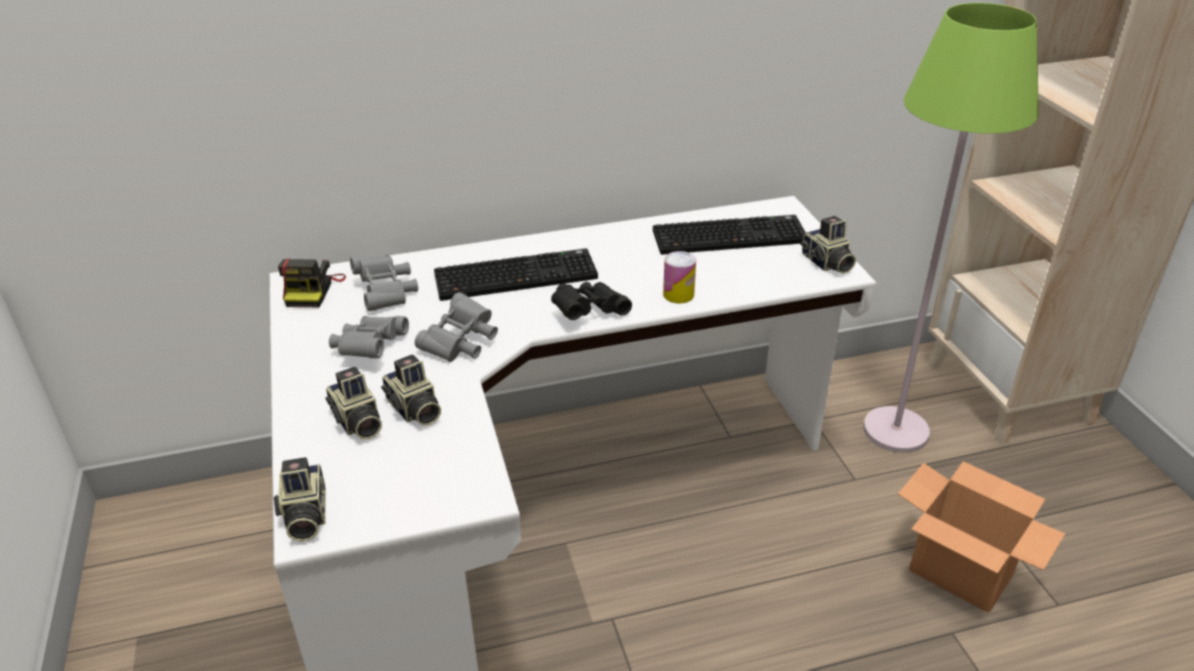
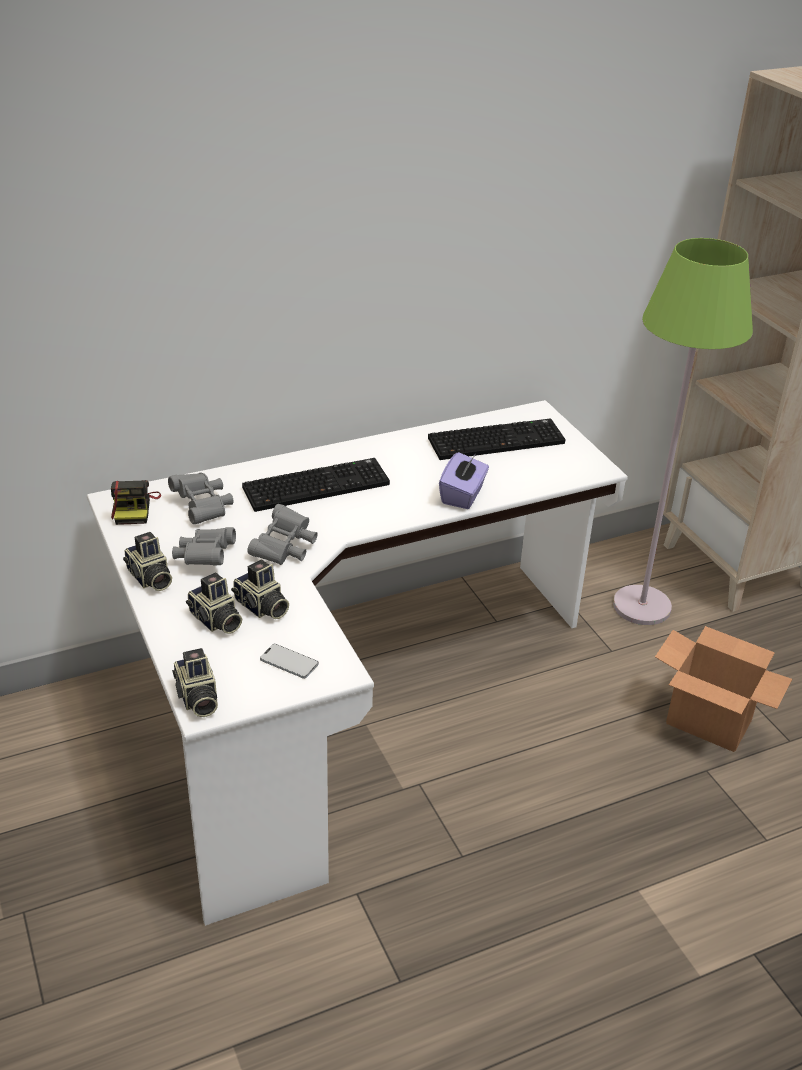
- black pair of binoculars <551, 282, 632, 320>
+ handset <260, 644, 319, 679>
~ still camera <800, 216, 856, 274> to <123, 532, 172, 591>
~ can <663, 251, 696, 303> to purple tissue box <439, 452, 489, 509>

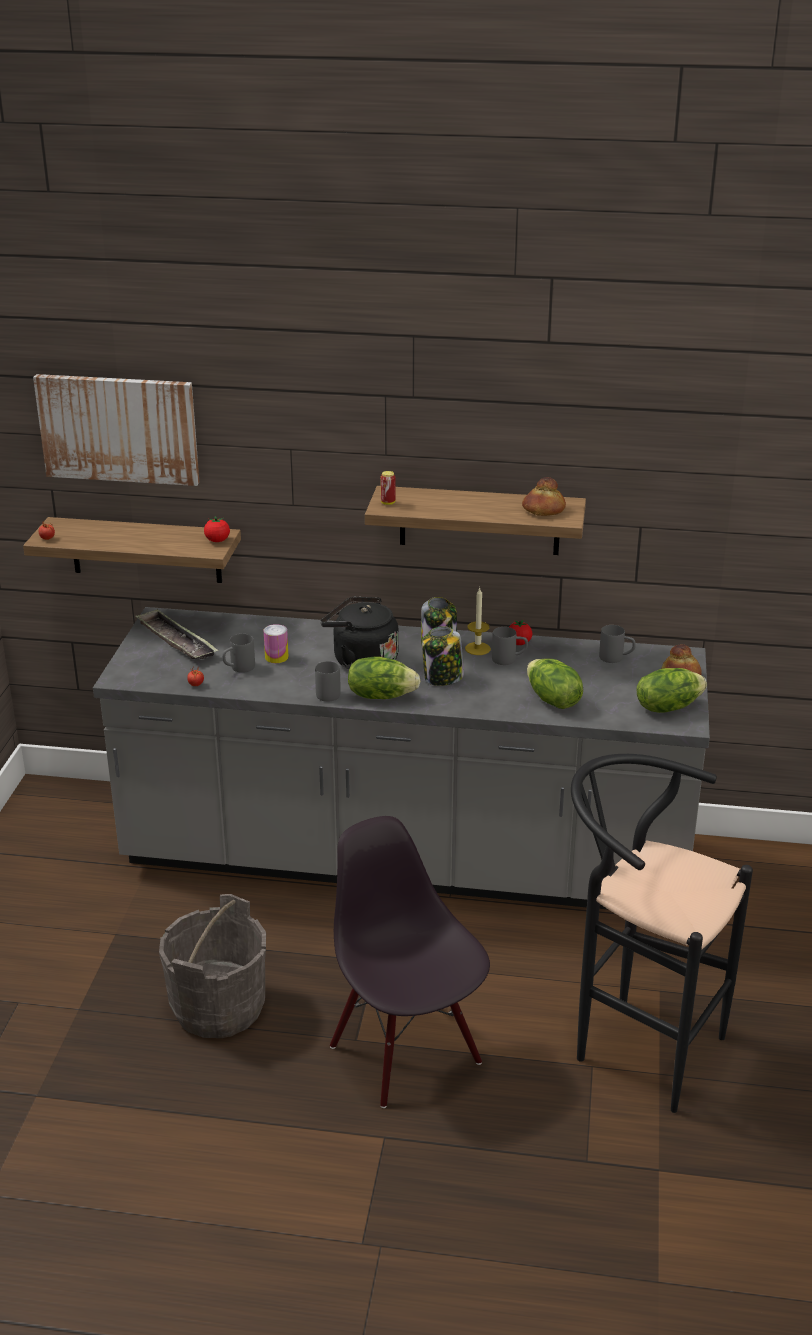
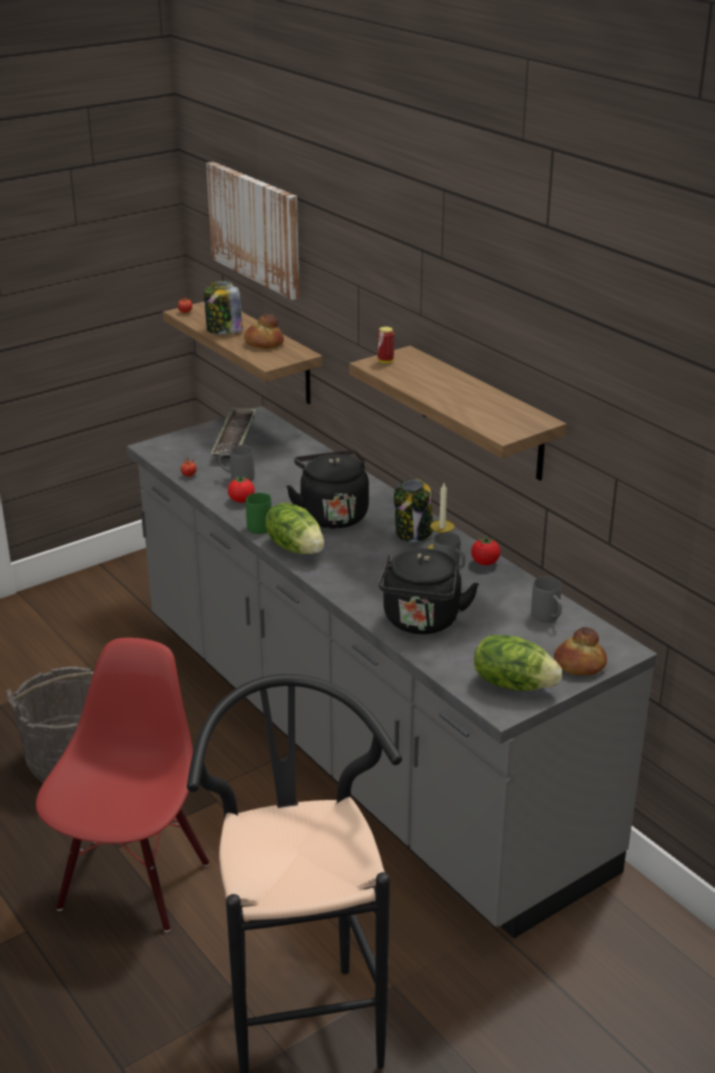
- can <264, 624, 289, 663>
~ whole tomato <204, 516, 230, 542> to <228, 476, 255, 503>
~ storage jar <422, 626, 464, 686> to <204, 281, 243, 334>
~ baked bread <522, 477, 566, 516> to <244, 314, 284, 349>
~ head of lettuce <527, 659, 583, 709> to black tea kettle <378, 548, 479, 634>
~ gray coffee mug <315, 661, 341, 702> to greenish coffee mug <246, 493, 272, 534>
~ black plain chair <330, 816, 490, 1108> to red plain chair <36, 638, 209, 932>

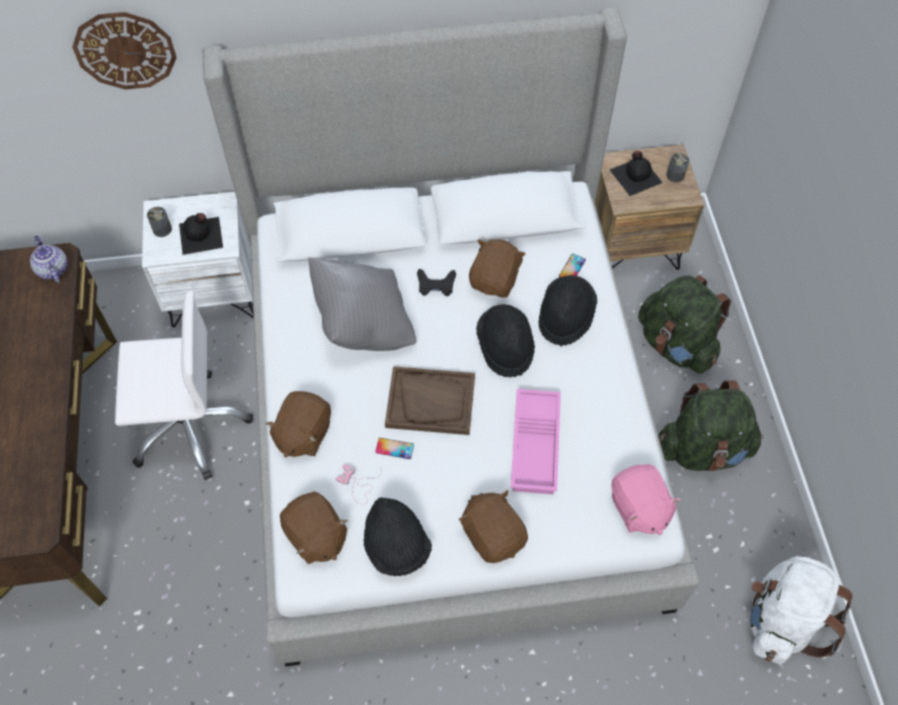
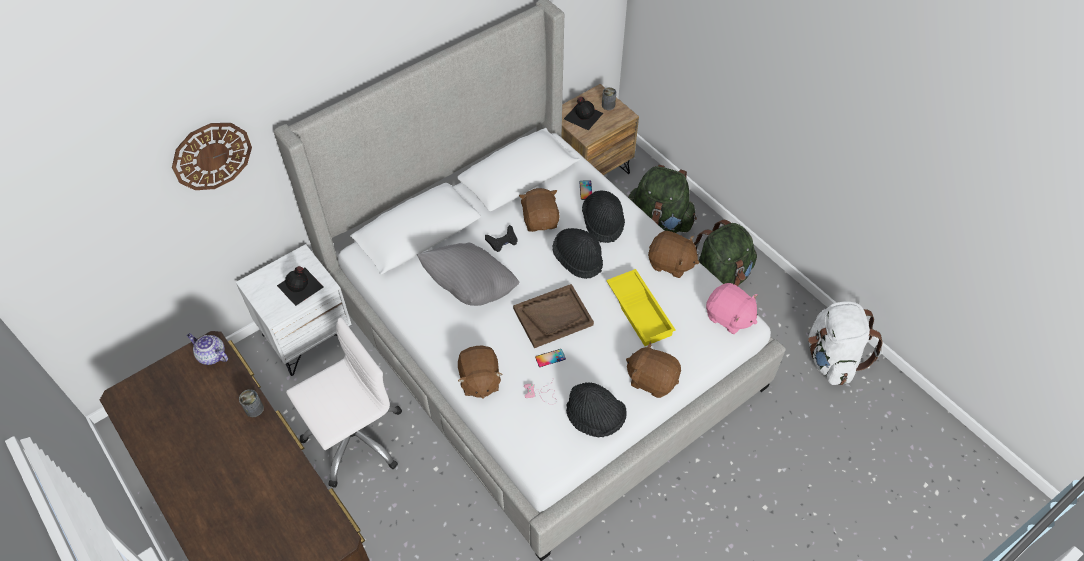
~ can <147, 207, 172, 237> to <239, 389, 264, 417>
~ brownish soft toy <280, 492, 348, 564> to <648, 231, 699, 278>
~ pink carrying tray <511, 389, 561, 494> to yellowish carrying tray <606, 269, 676, 346>

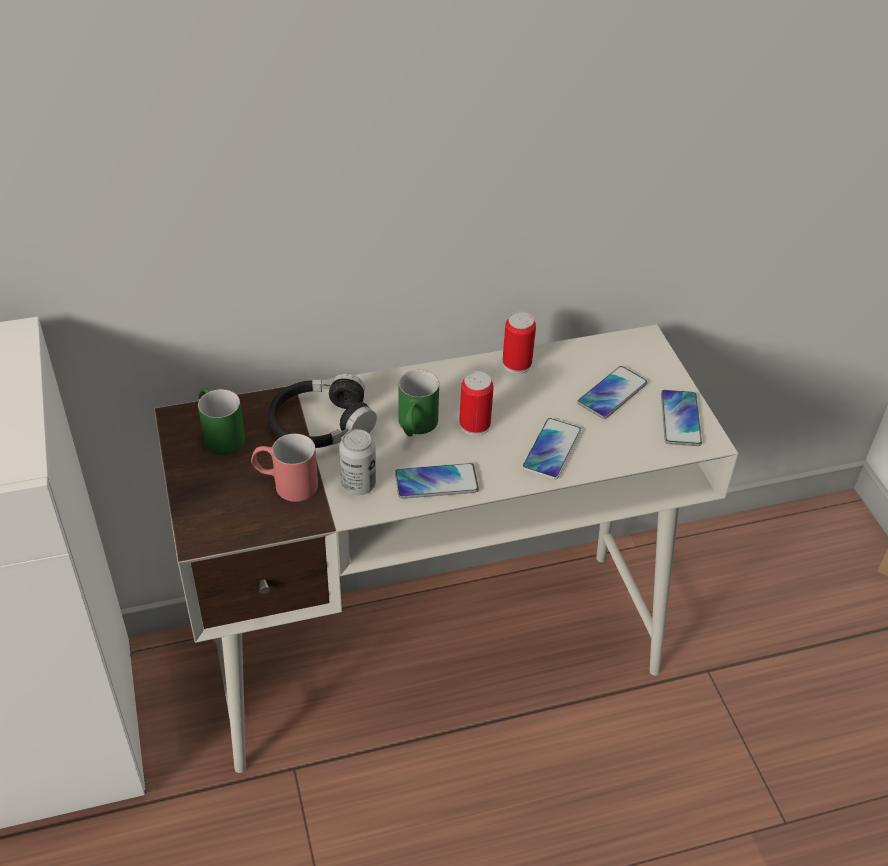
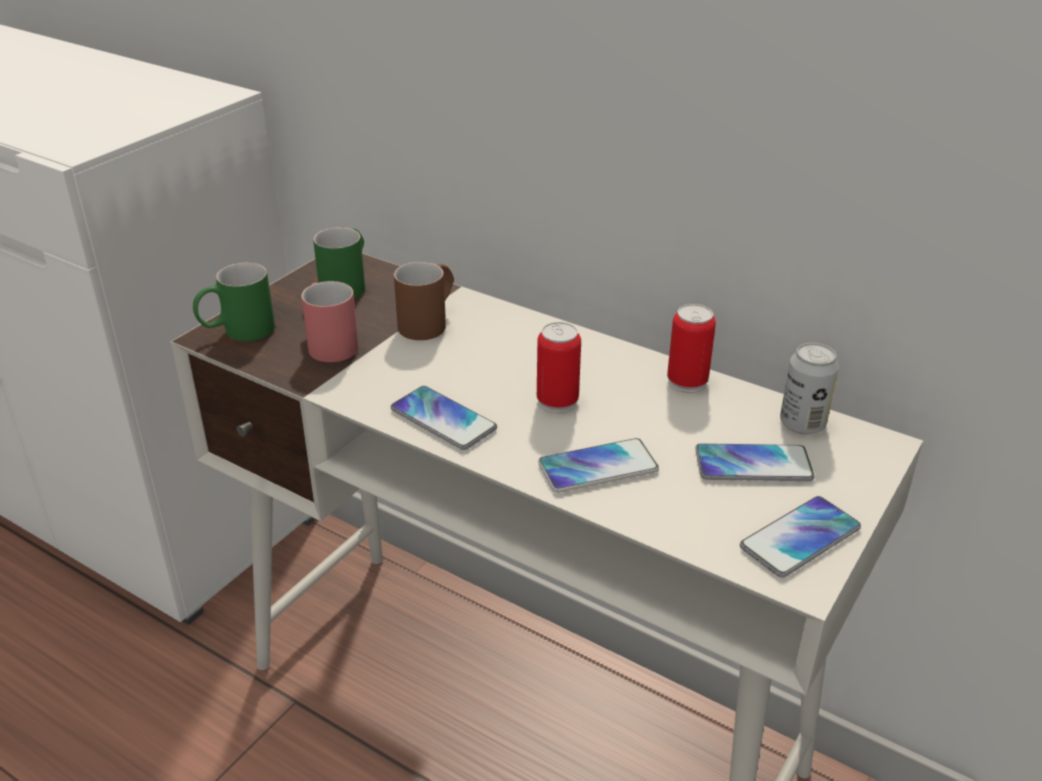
~ can <339, 429, 376, 495> to <780, 343, 839, 434>
~ greenish coffee mug <399, 370, 439, 437> to <193, 263, 275, 341>
~ black pair of headphones <268, 374, 377, 448> to brownish coffee mug <394, 262, 454, 340>

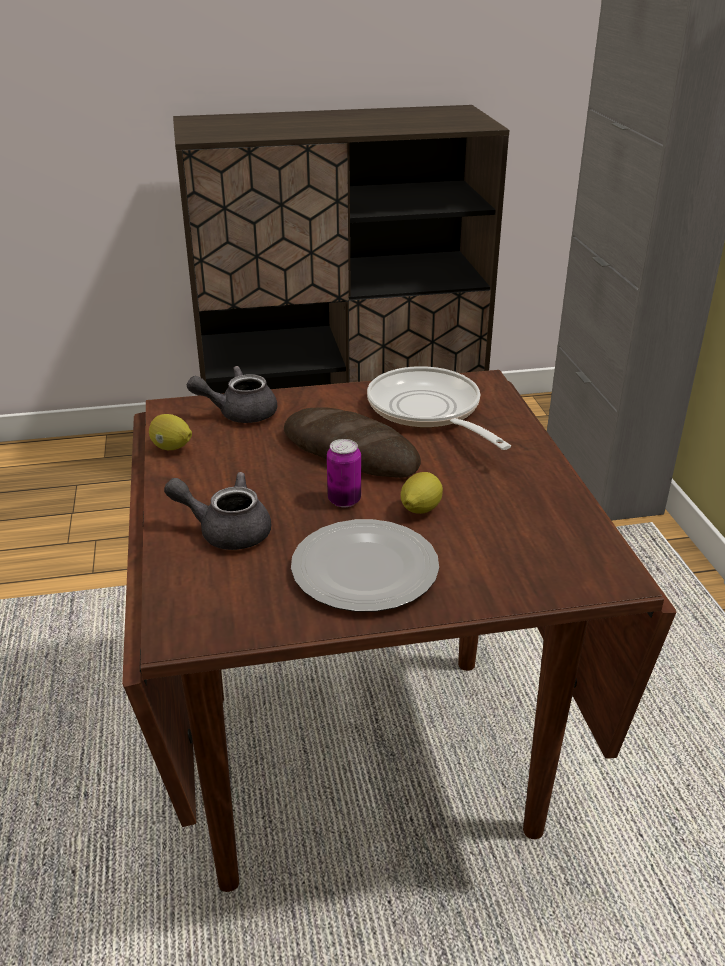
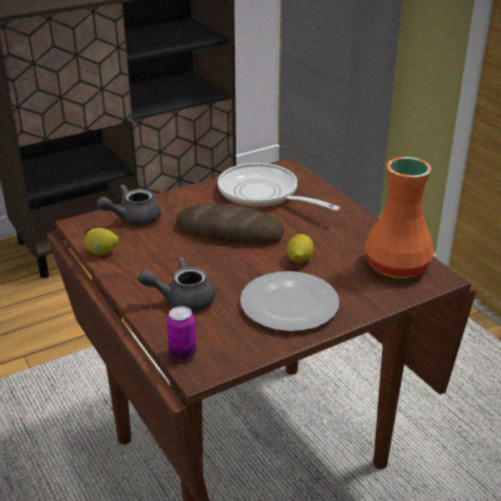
+ orange-coloured flower vase <364, 157, 434, 278>
~ can <327, 439, 361, 507> to <167, 306, 196, 361>

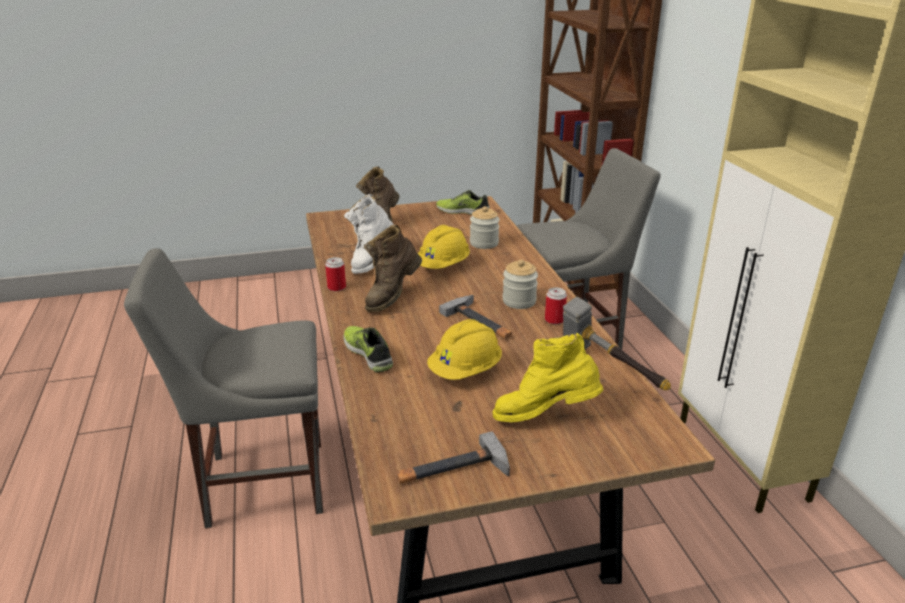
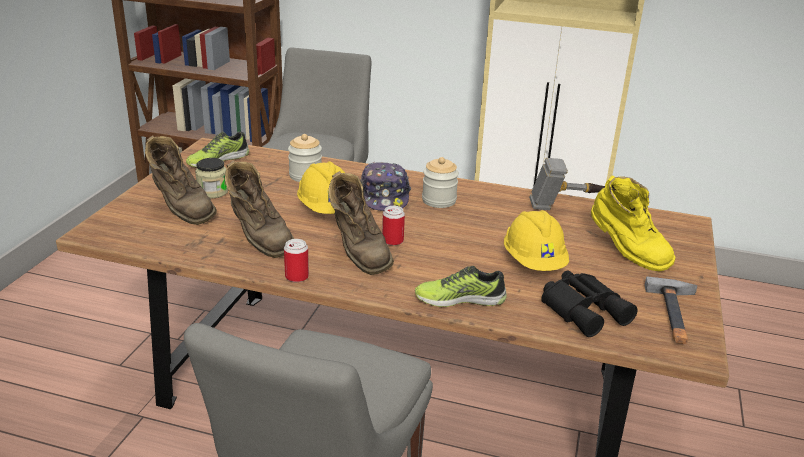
- hammer <439, 295, 512, 339>
+ storage jar <195, 158, 228, 198>
+ cap <360, 162, 411, 211>
+ black pair of binoculars <541, 270, 638, 337>
~ can <545, 287, 567, 324> to <382, 206, 405, 246>
~ white tall boot <344, 194, 394, 274> to brownish tall boot <225, 160, 294, 258>
~ yellowish tall boot <492, 333, 603, 422> = <591, 176, 676, 272> 75 degrees counterclockwise

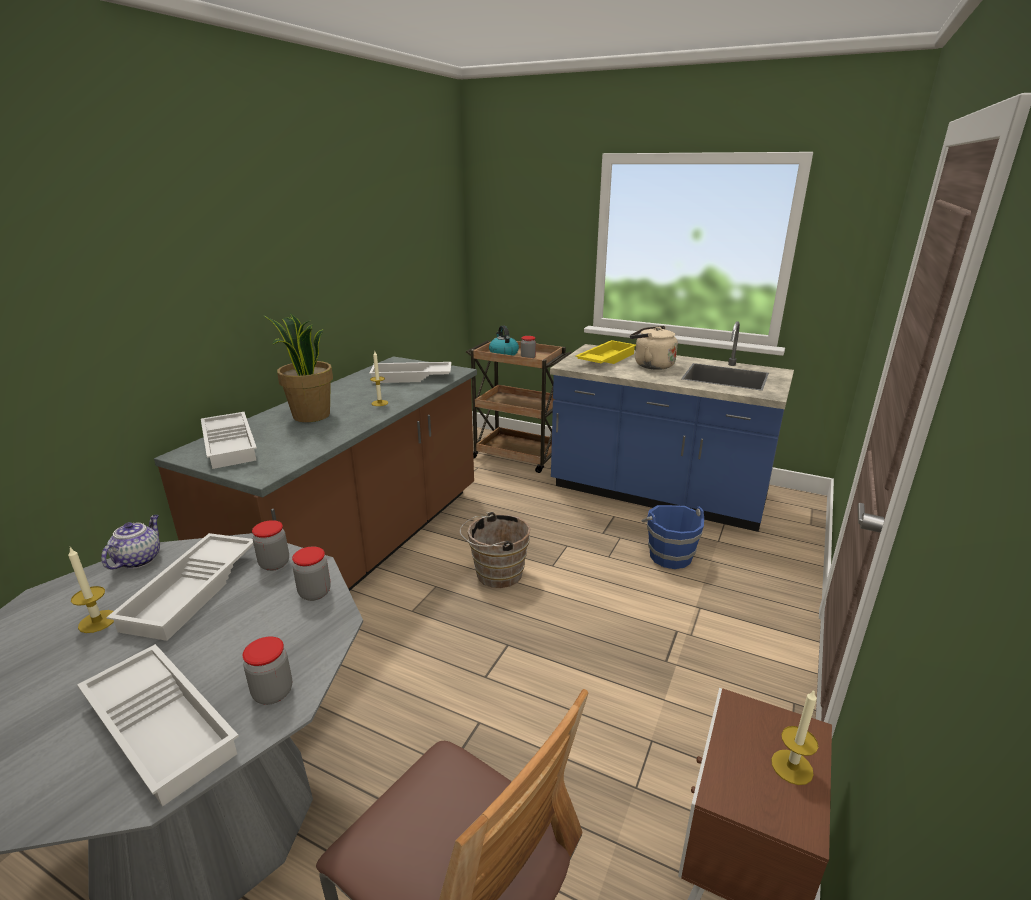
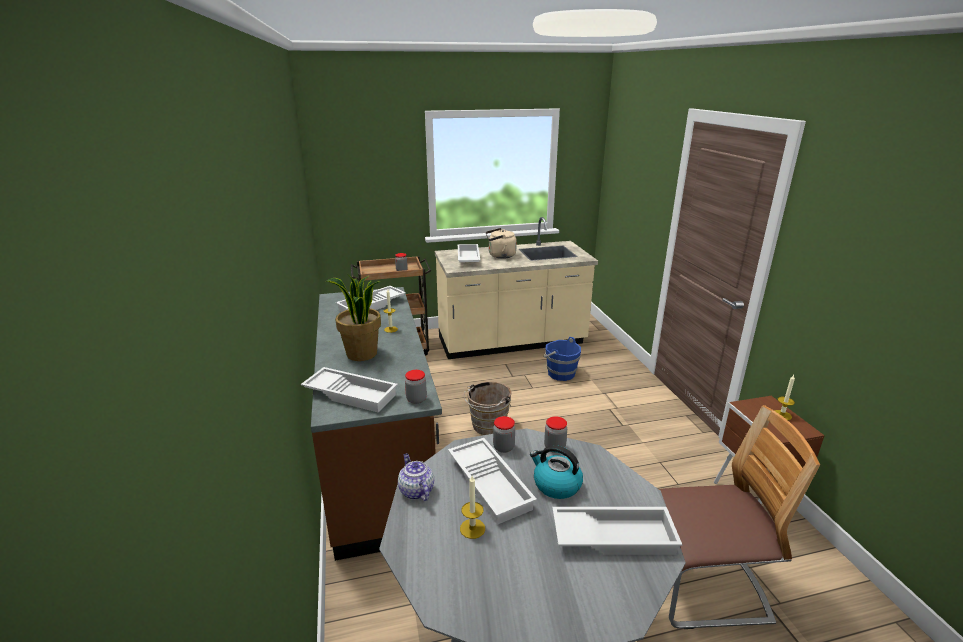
~ storage jar <242, 636, 292, 705> to <405, 370, 427, 404>
~ tea kettle <489, 326, 519, 356> to <530, 445, 583, 499>
~ bluish kitchen counter <550, 321, 794, 532> to sand-coloured kitchen counter <435, 217, 598, 359>
~ yellowish carrying tray <575, 340, 636, 364> to white carrying tray <458, 244, 480, 262>

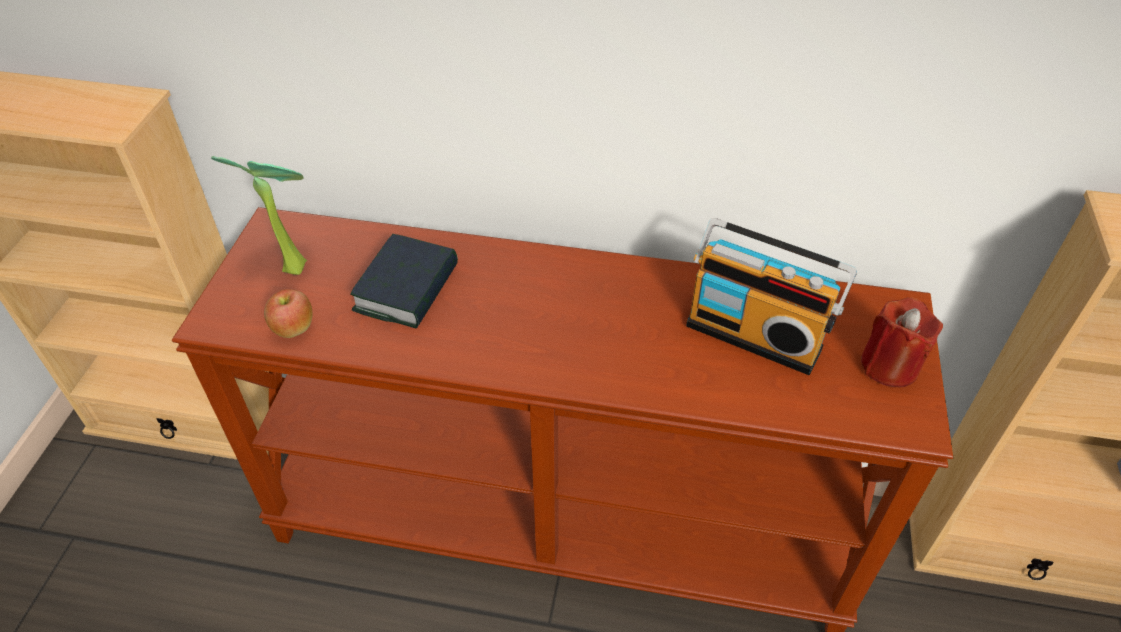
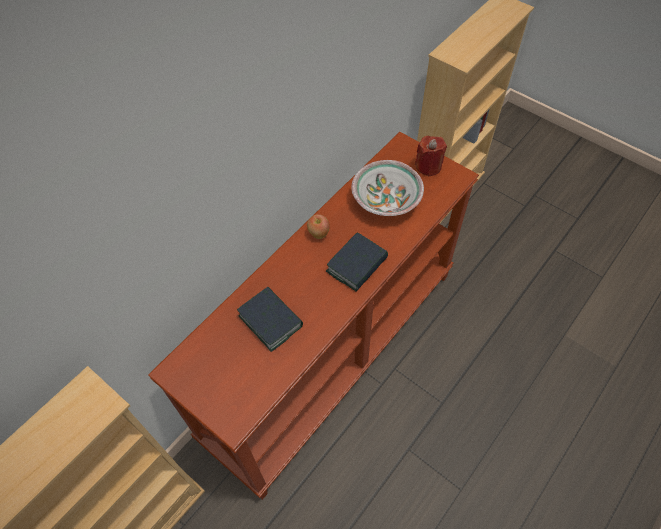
- houseplant <211, 156, 307, 275>
+ book <326, 232, 388, 292>
~ whole apple <264, 289, 312, 338> to <307, 214, 330, 239>
~ radio receiver <686, 218, 857, 375> to bowl <352, 160, 424, 216>

